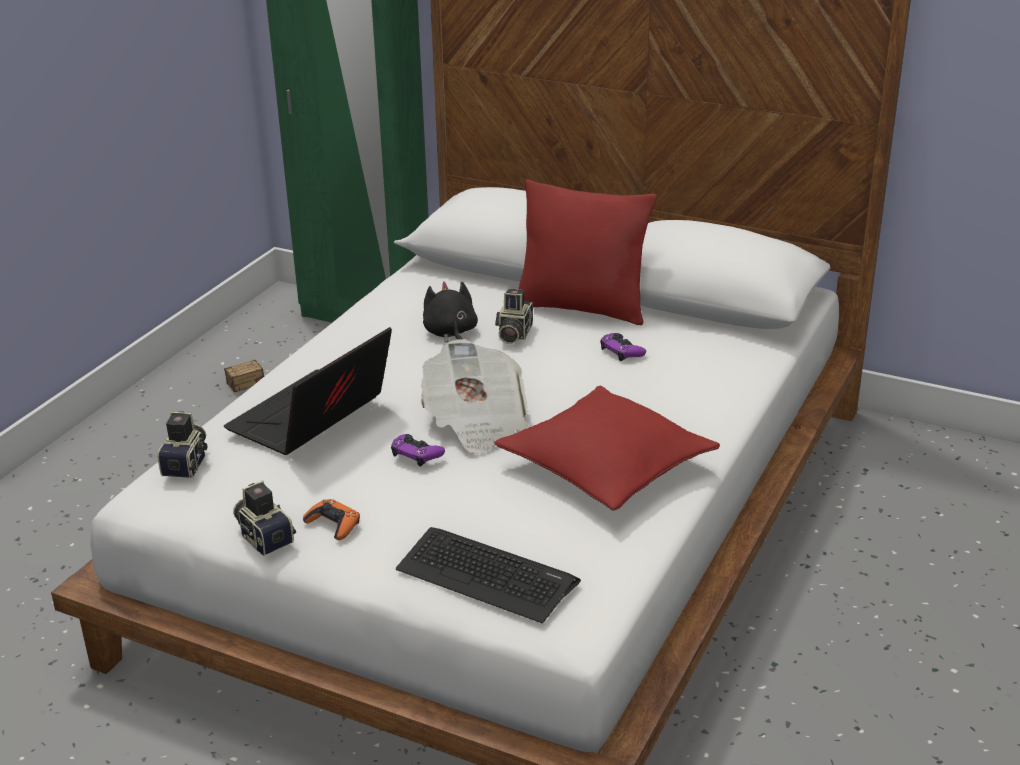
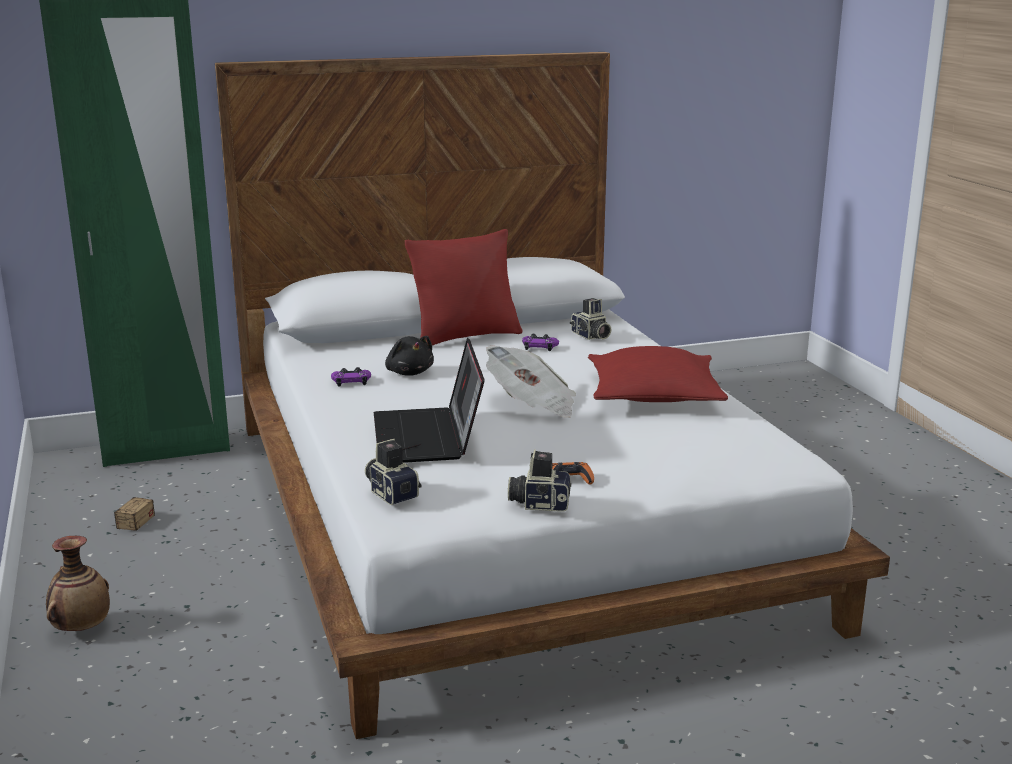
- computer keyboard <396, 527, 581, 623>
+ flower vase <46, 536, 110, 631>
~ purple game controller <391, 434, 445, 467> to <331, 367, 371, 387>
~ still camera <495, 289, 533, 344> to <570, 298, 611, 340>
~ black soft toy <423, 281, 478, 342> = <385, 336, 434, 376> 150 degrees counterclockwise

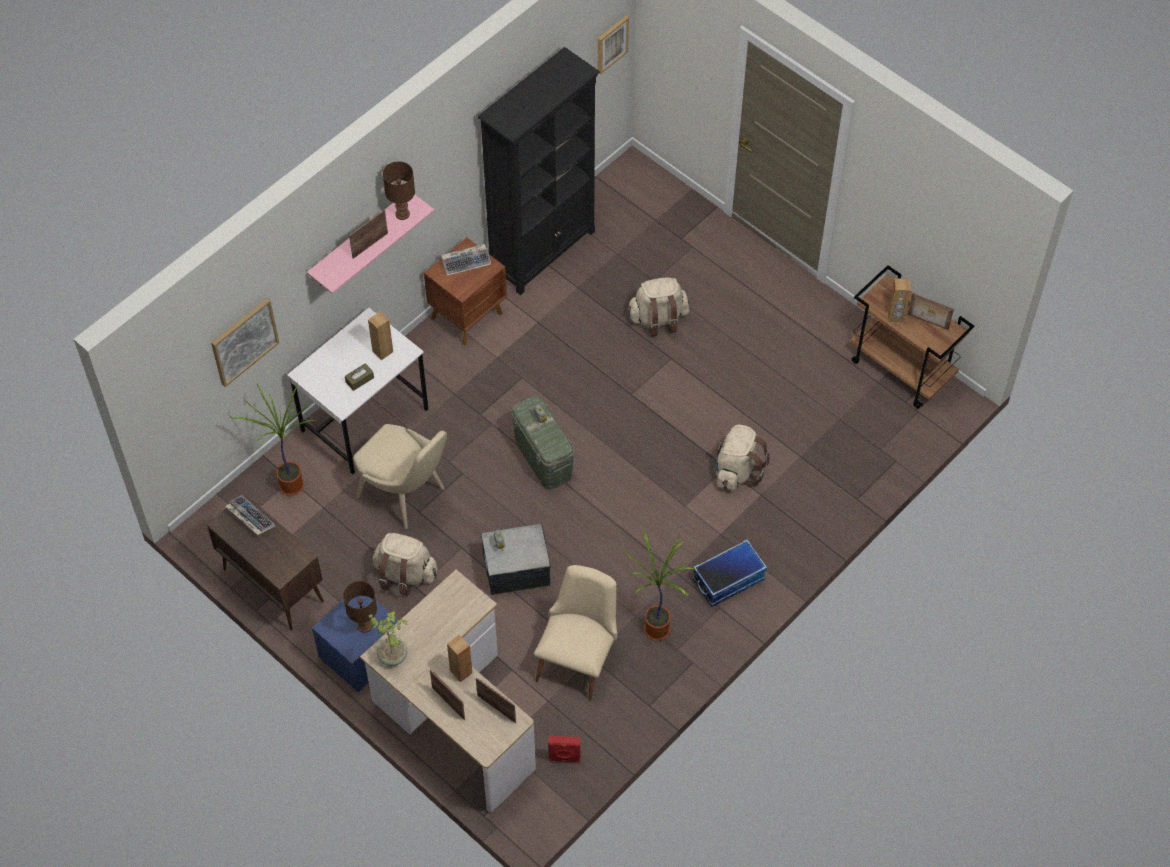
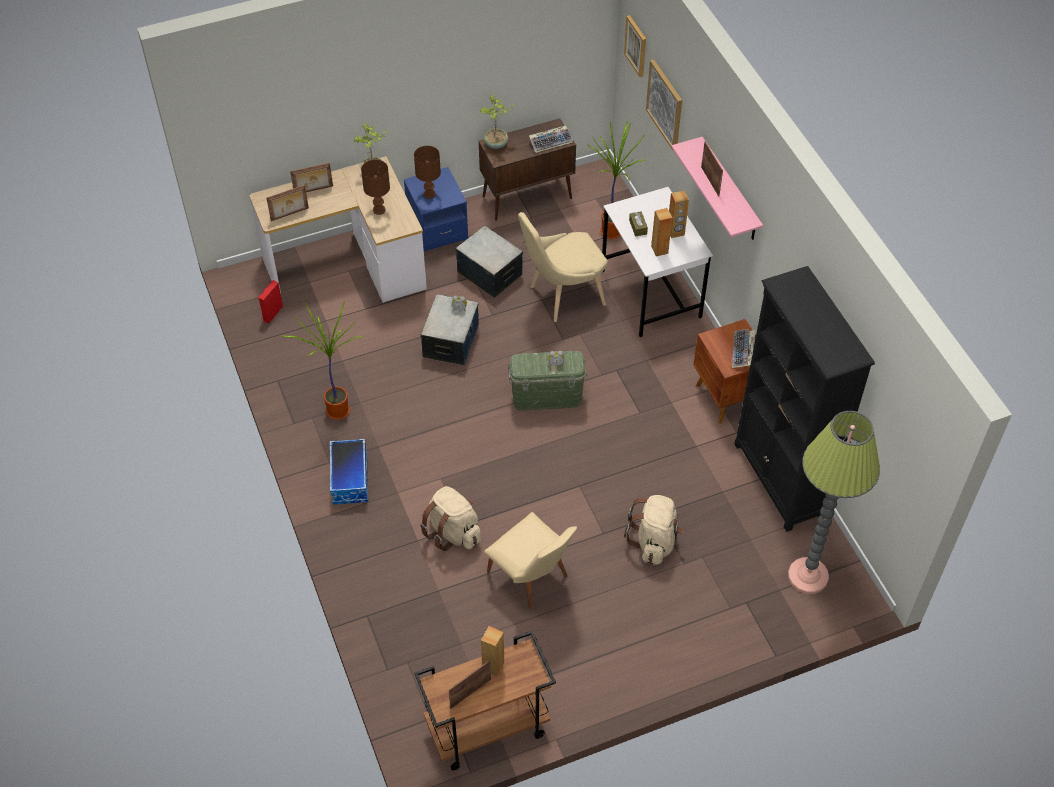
+ houseplant <480, 94, 515, 149>
+ standing lamp <788, 411, 880, 594>
~ brownish lamp for a table <383, 161, 415, 220> to <361, 160, 390, 215>
~ brownish audio speaker <447, 634, 473, 682> to <669, 191, 689, 238>
~ sand-coloured plain chair <534, 565, 617, 701> to <484, 512, 577, 609>
~ wall art <598, 16, 629, 75> to <624, 15, 646, 77>
~ sand-coloured backpack <372, 533, 437, 595> to storage container <456, 226, 523, 298>

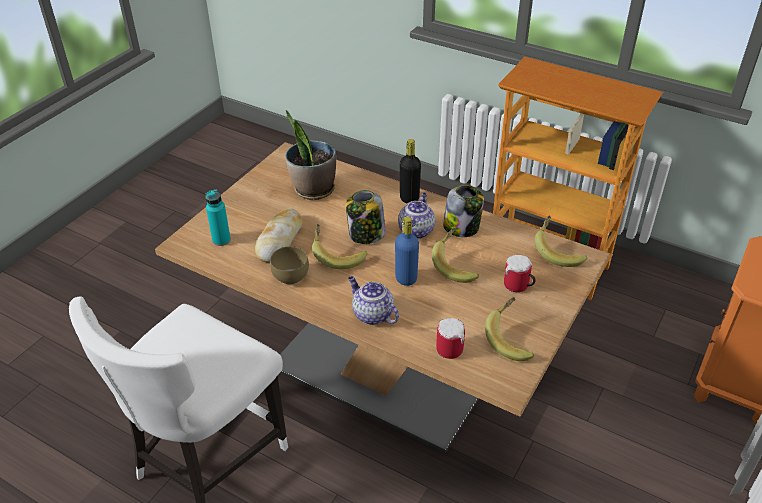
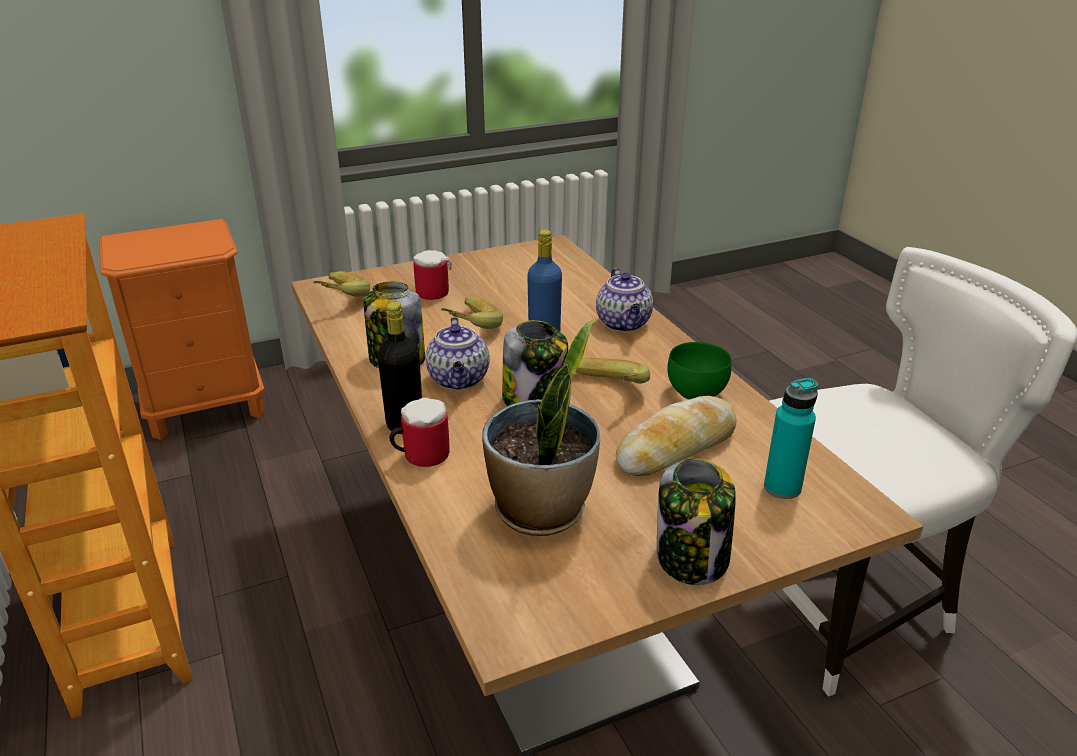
- banana fruit <485, 297, 534, 361>
+ storage jar <657, 458, 736, 585>
~ coffee mug <436, 318, 465, 359> to <389, 397, 450, 467>
~ brownish bowl <270, 246, 309, 284> to greenish bowl <667, 342, 732, 400>
~ pot for tea <398, 193, 435, 239> = <425, 317, 490, 390> 60 degrees counterclockwise

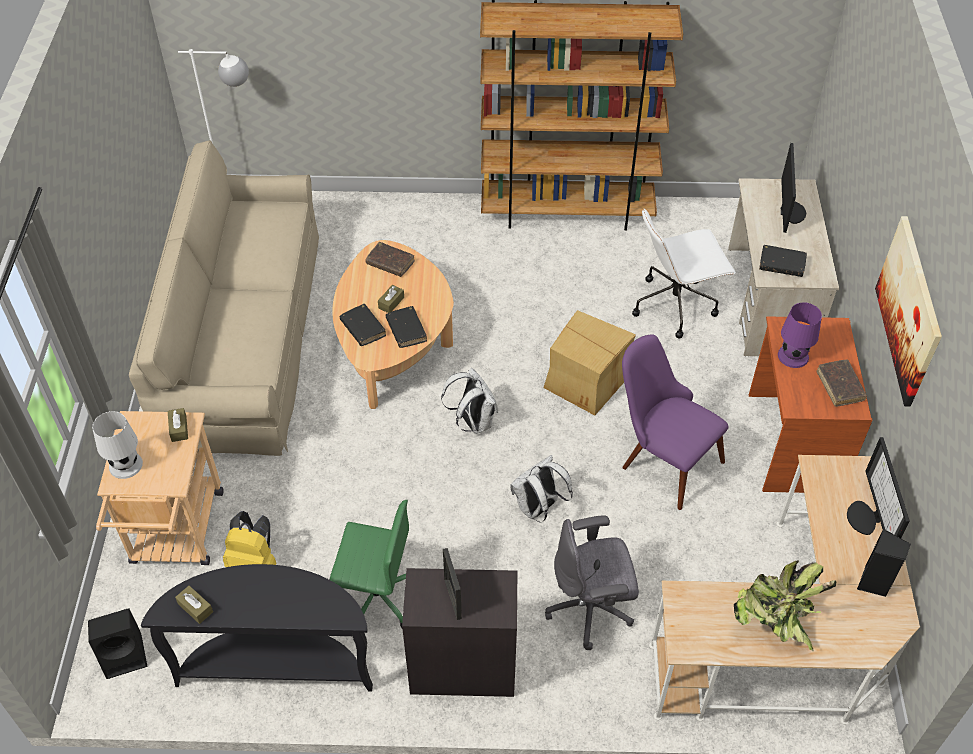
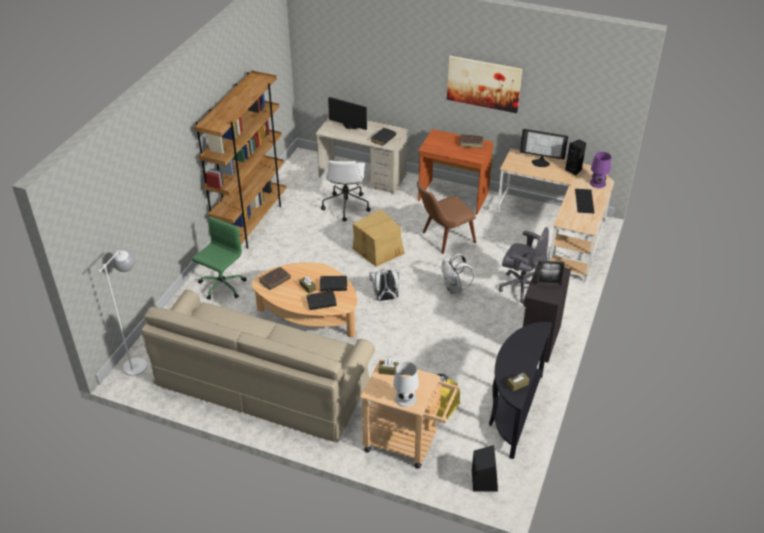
~ greenish office chair <330, 500, 409, 628> to <192, 216, 246, 300>
~ purple lamp for a table <778, 302, 822, 368> to <590, 152, 611, 188>
~ houseplant <734, 560, 836, 651> to computer keyboard <575, 189, 595, 214>
~ purple plain chair <622, 334, 729, 510> to brownish plain chair <417, 181, 476, 254>
~ gray office chair <545, 516, 639, 650> = <499, 227, 549, 304> 75 degrees counterclockwise

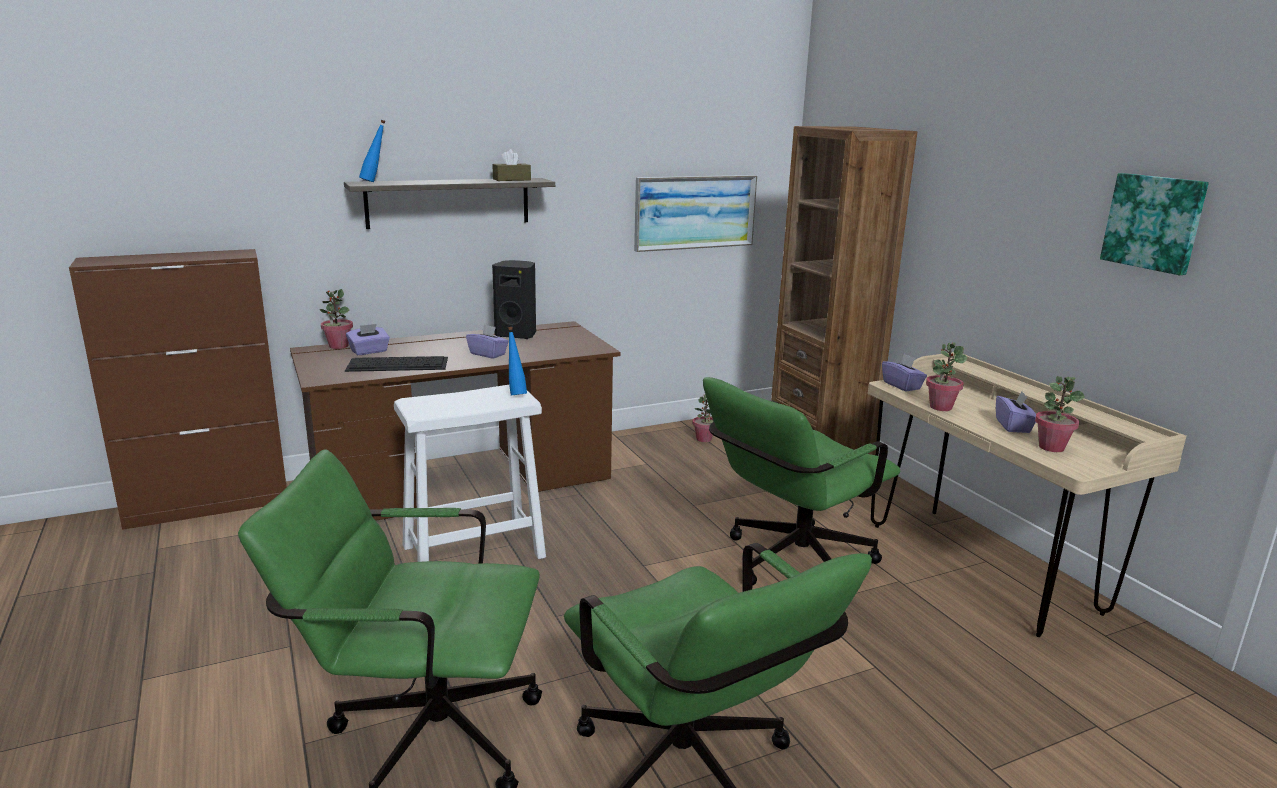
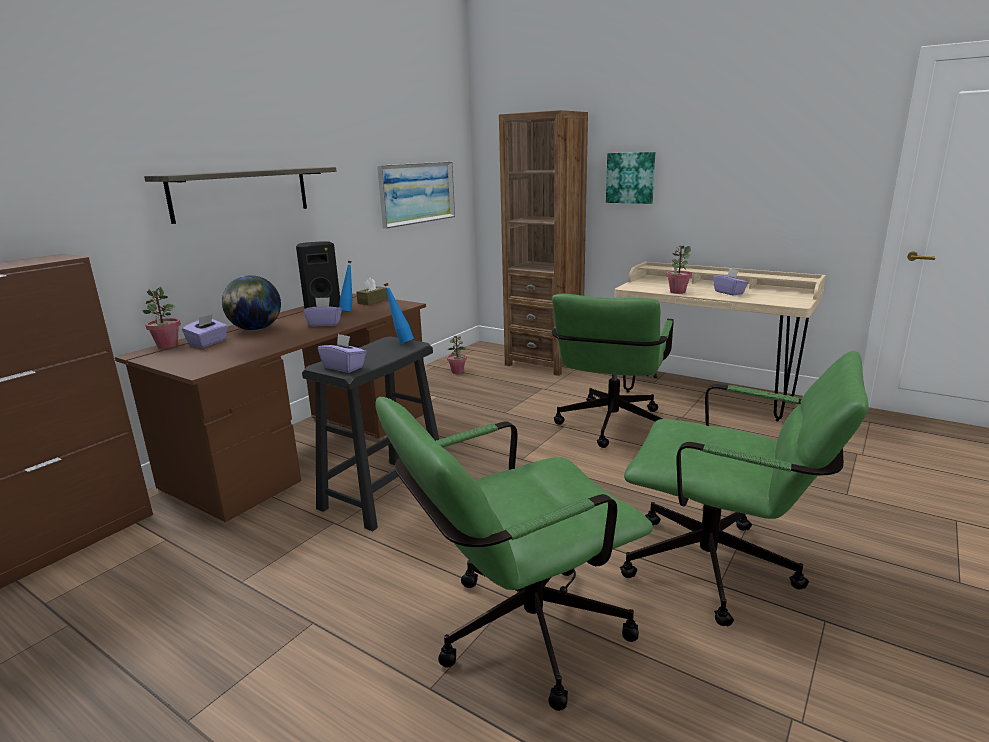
- computer keyboard <345, 356, 448, 372>
- houseplant <1035, 376, 1085, 452>
+ world globe <222, 275, 281, 331>
~ bluish drink bottle <359, 120, 385, 182> to <339, 261, 352, 312>
~ brownish tissue box <492, 149, 531, 181> to <356, 277, 388, 306>
~ purple tissue box <882, 354, 927, 391> to <318, 334, 366, 373>
~ wall art <1100, 173, 1209, 275> to <606, 152, 655, 204>
~ white stool seat <394, 385, 546, 562> to black stool seat <302, 337, 439, 532>

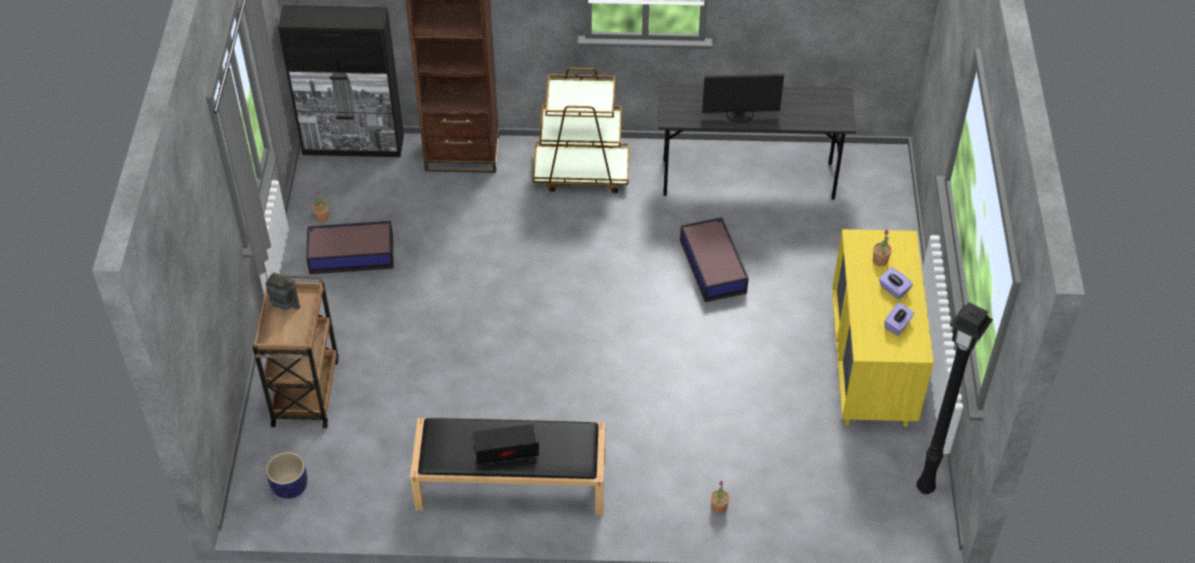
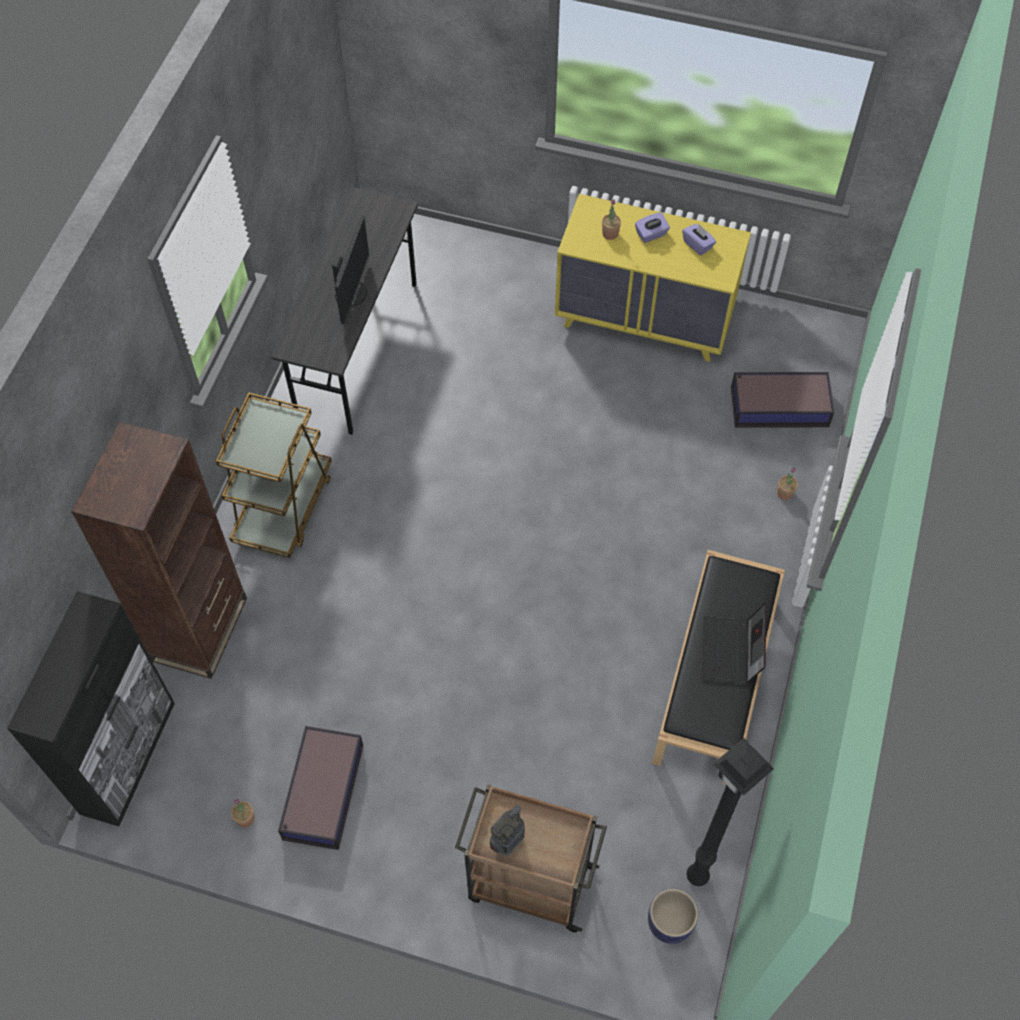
~ storage container <680, 217, 749, 302> to <731, 372, 834, 428>
~ black standing lamp <916, 302, 993, 494> to <687, 738, 774, 886>

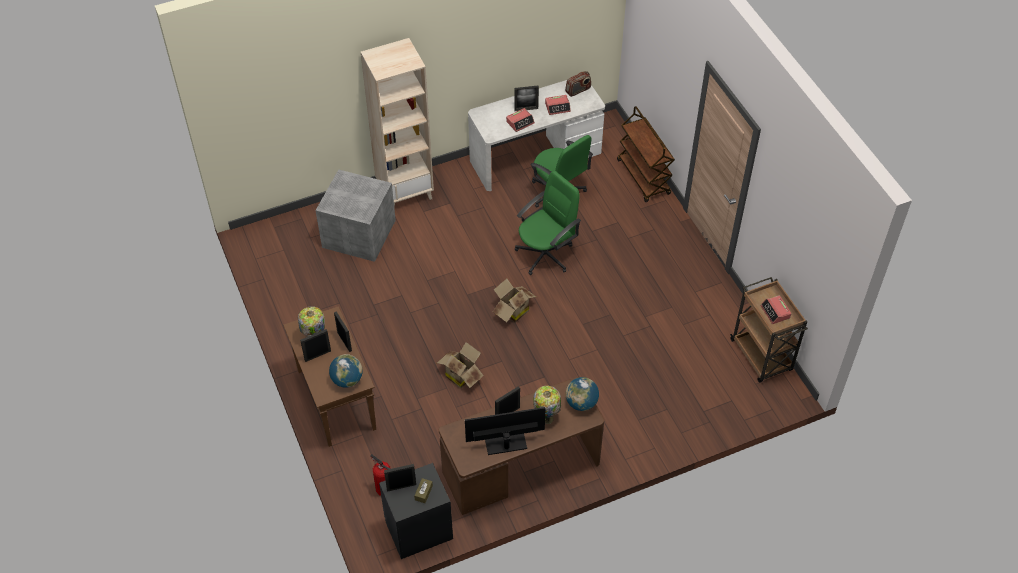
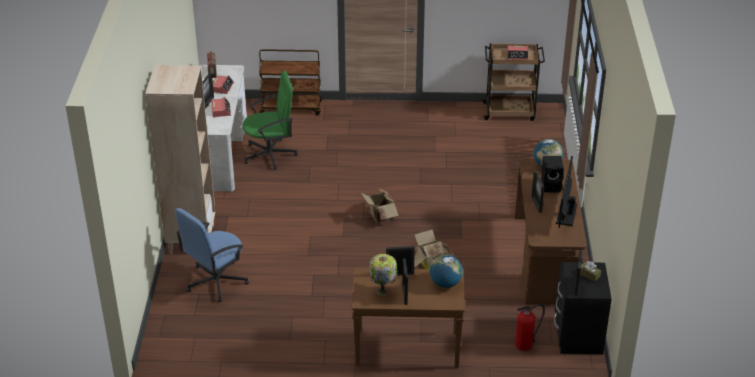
- greenish office chair <515, 171, 581, 275>
~ gray storage container <315, 169, 396, 262> to bluish office chair <175, 208, 249, 302>
~ lamp for a table <533, 385, 561, 424> to black audio speaker <541, 156, 564, 193>

